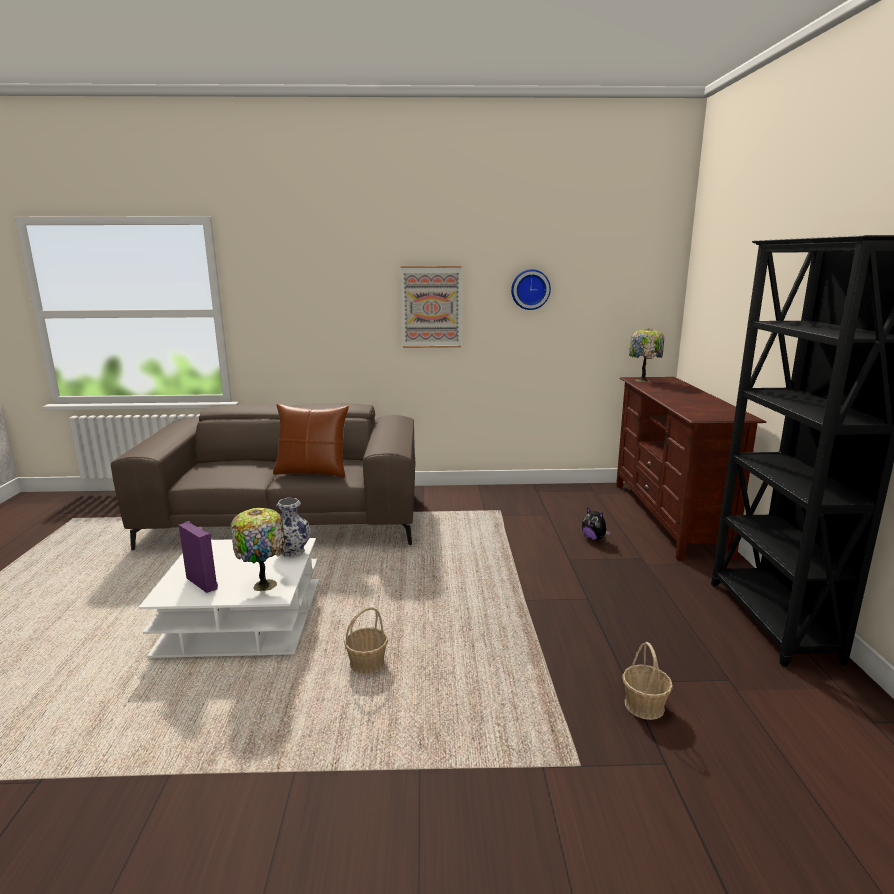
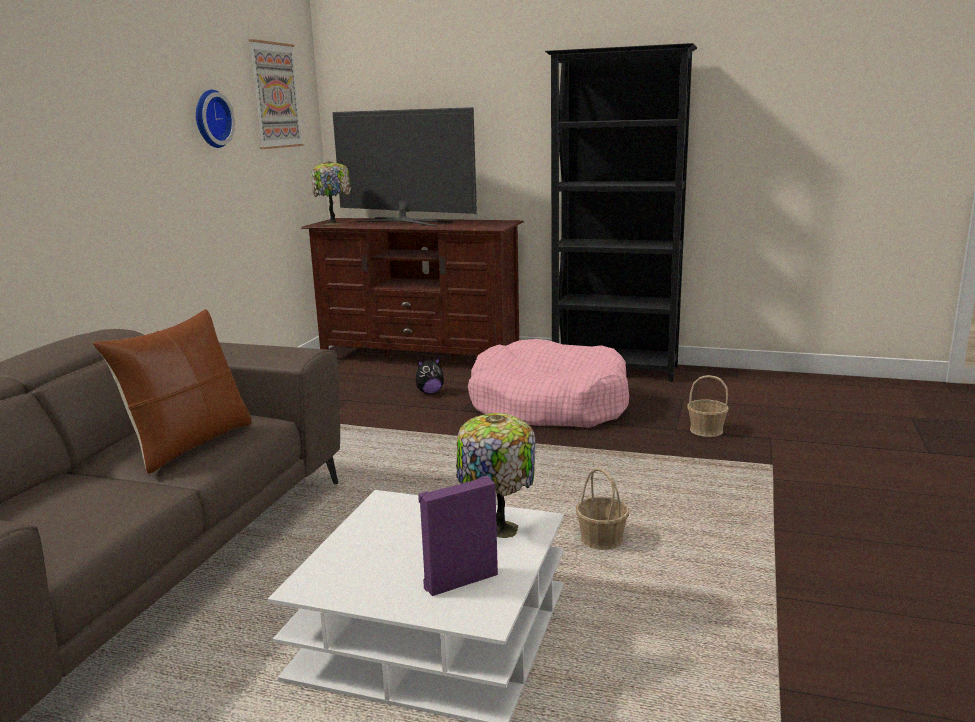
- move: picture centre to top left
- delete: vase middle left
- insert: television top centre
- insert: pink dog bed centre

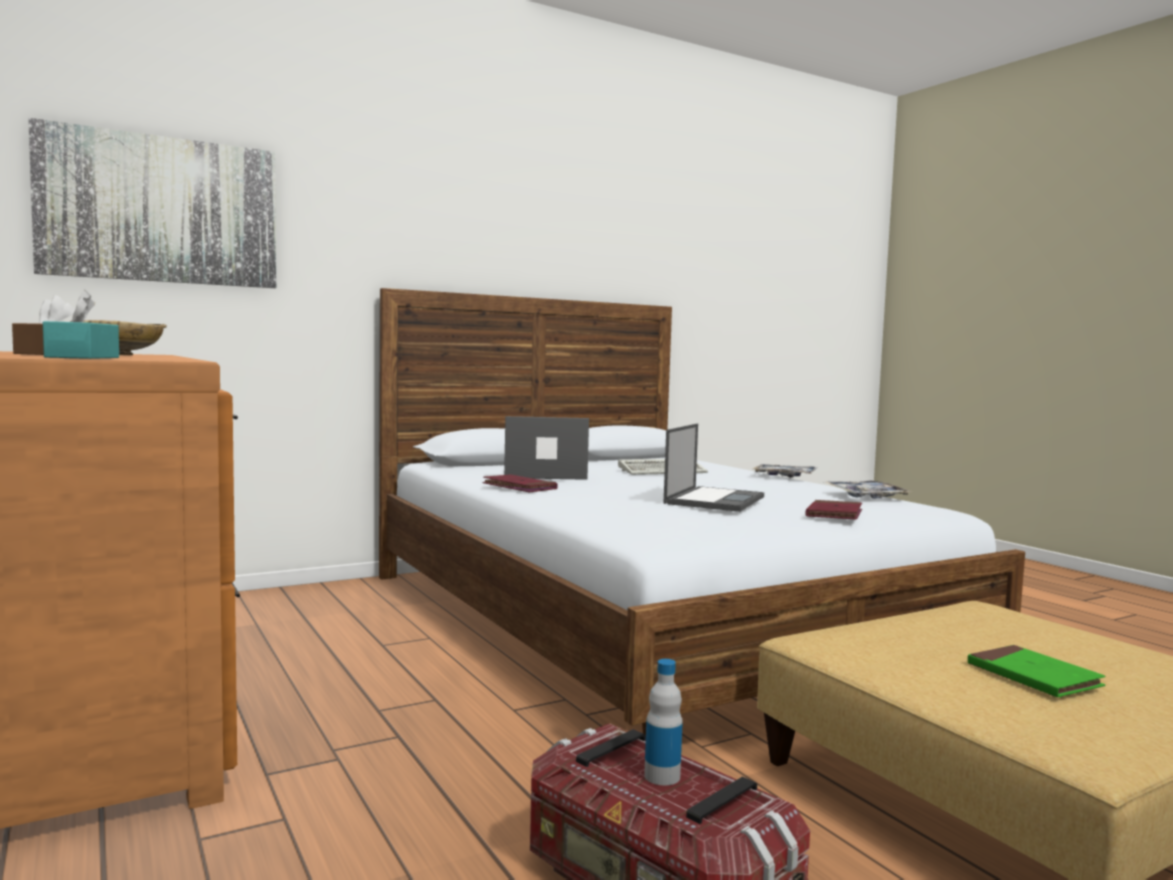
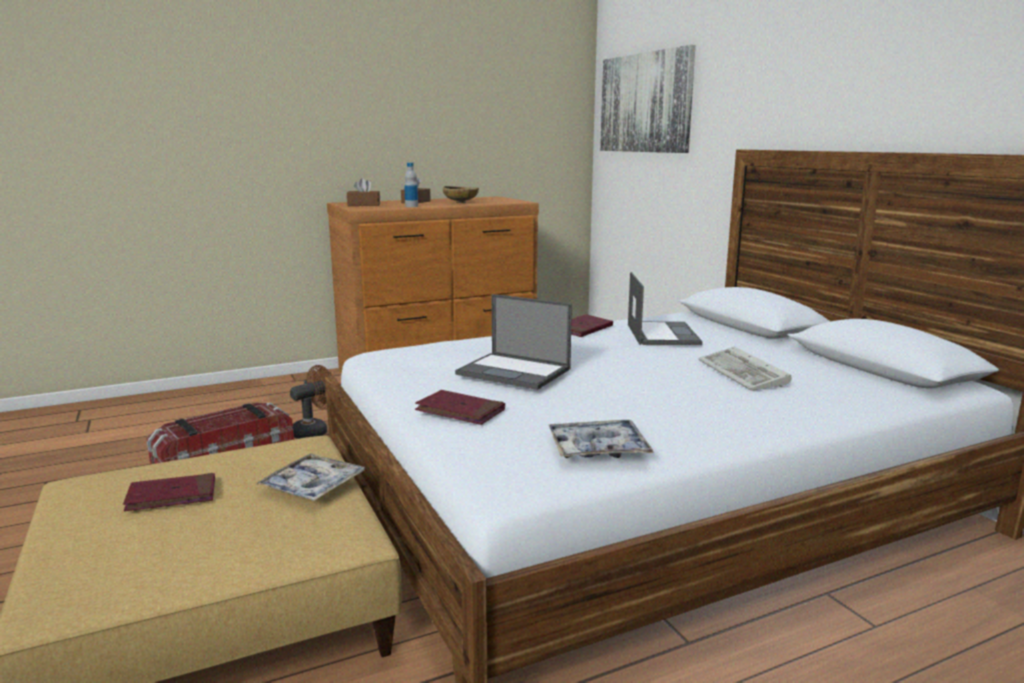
- recolor: turquoise tissue box middle left to brown tissue box (1st from left) top centre
- move: tray (1st from left) middle right to bottom left
- recolor: green book bottom right to red book (1st from left) bottom left
- move: bottle bottom centre to top centre
- insert: brown fan middle left

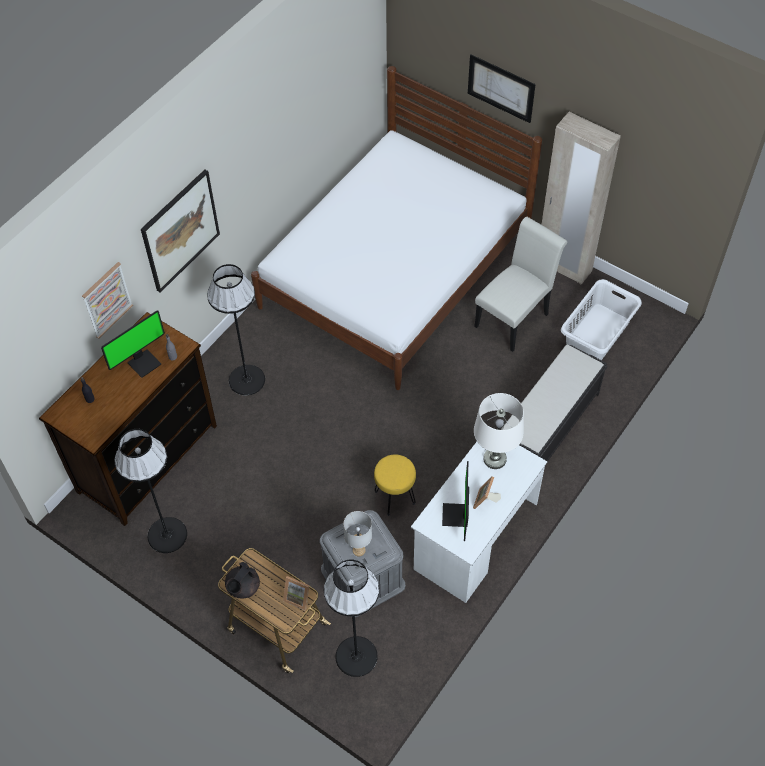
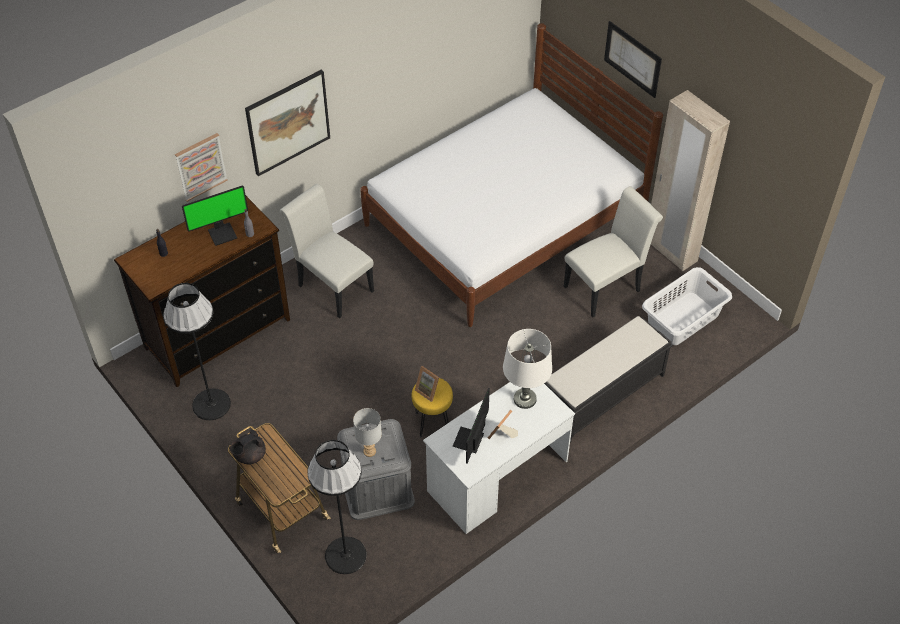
- replace: black floor lamp (2nd from left) middle left to white chair (1st from left) centre
- move: picture frame (1st from left) bottom centre to centre

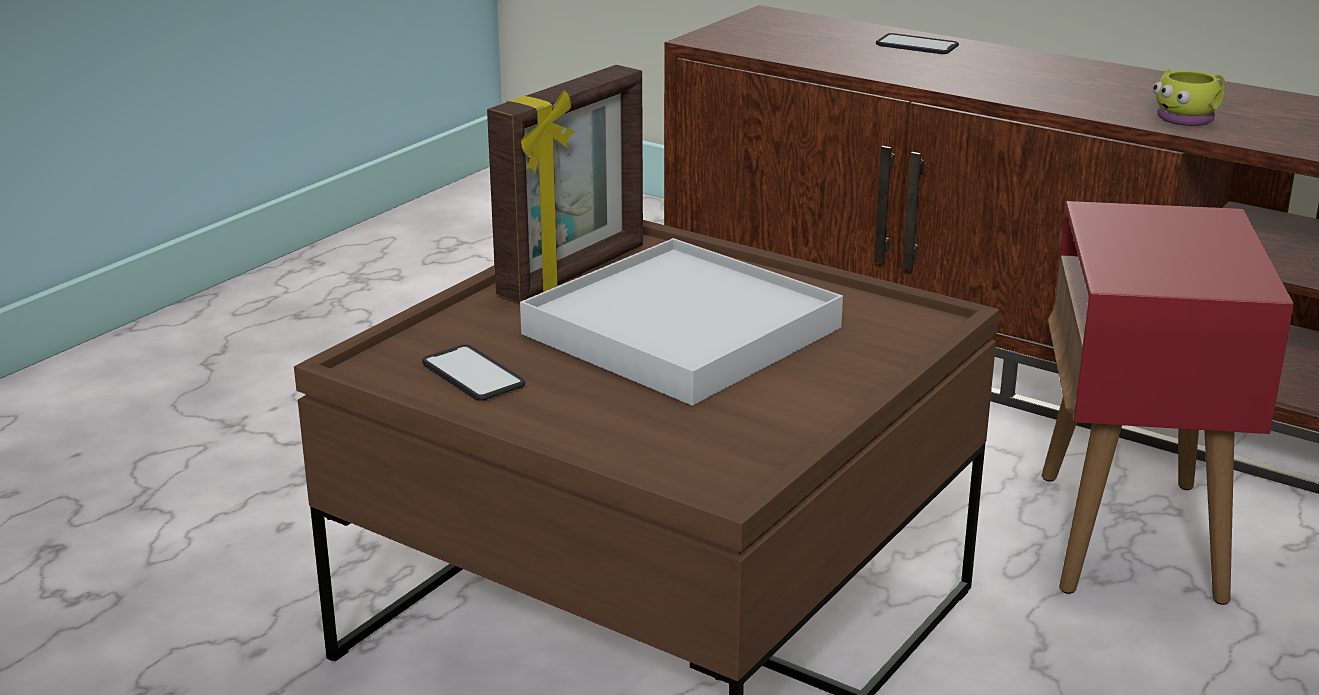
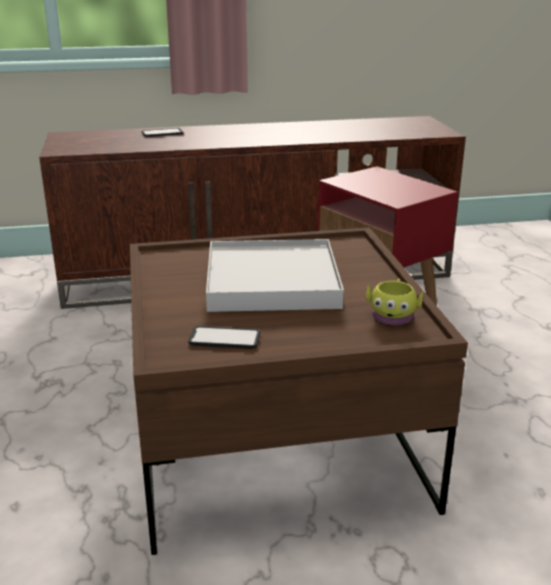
- delete: picture frame top centre
- move: yellow mug top right to middle right

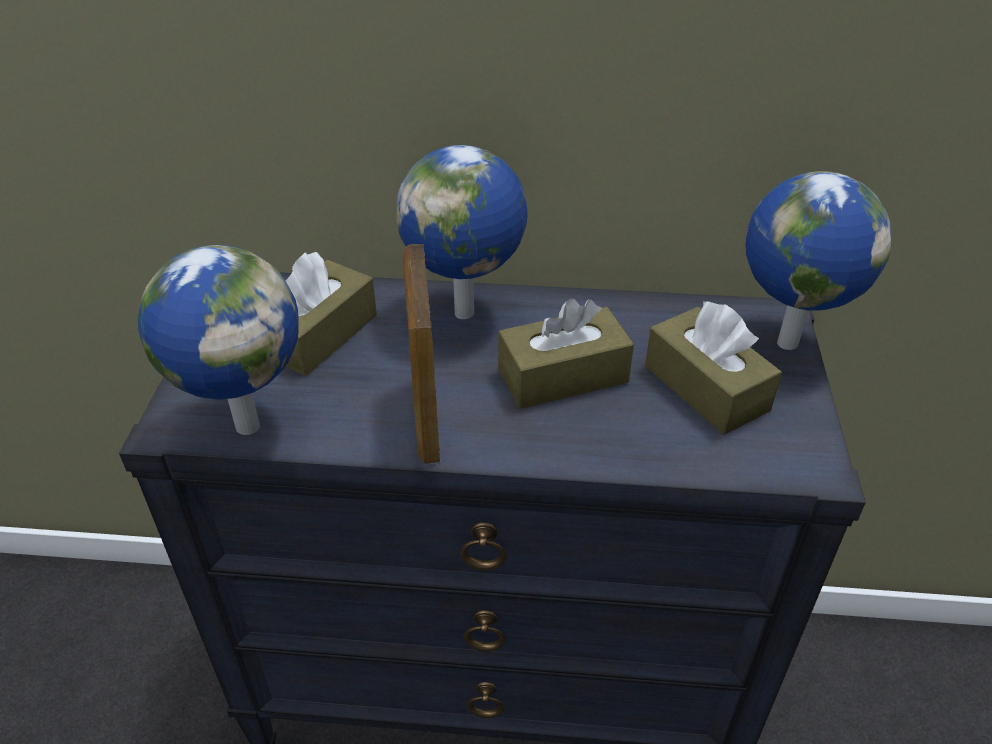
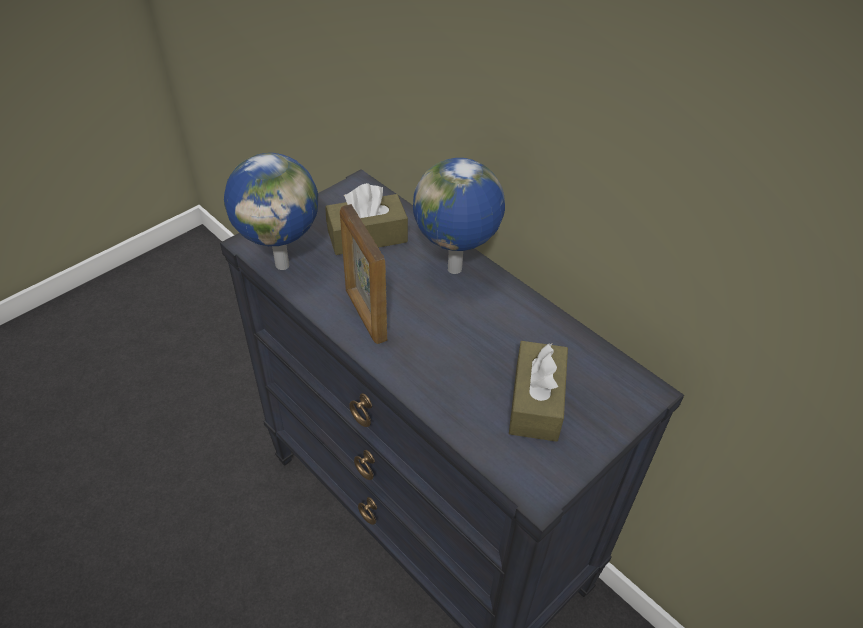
- delete: globe (3rd from left) middle right
- rotate: picture frame centre = centre 60 degrees counterclockwise
- delete: brown tissue box (2nd from left) centre

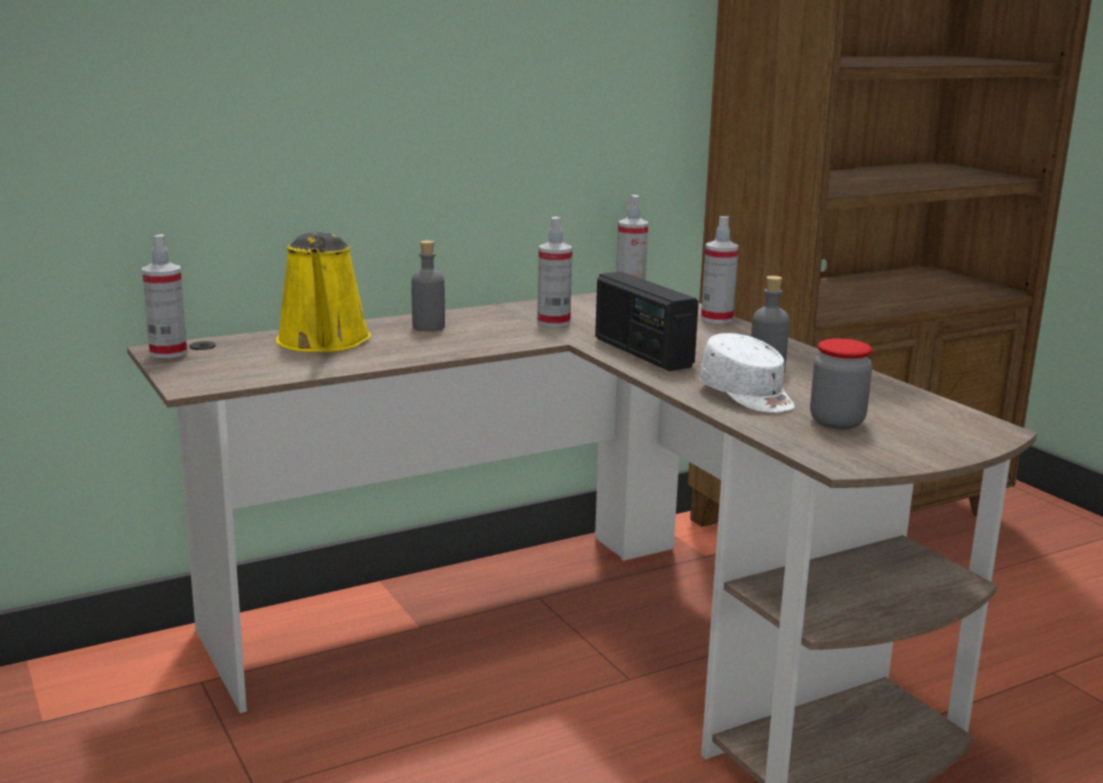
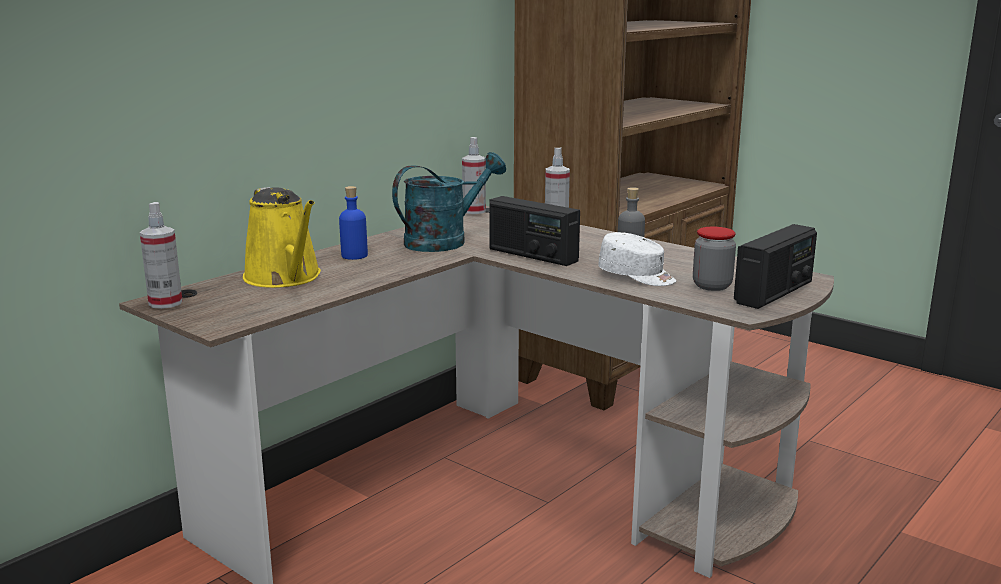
- replace: spray bottle (2nd from left) centre to turquoise watering can centre
- recolor: grey bottle (1st from left) centre to blue bottle centre
- insert: radio (2nd from left) middle right

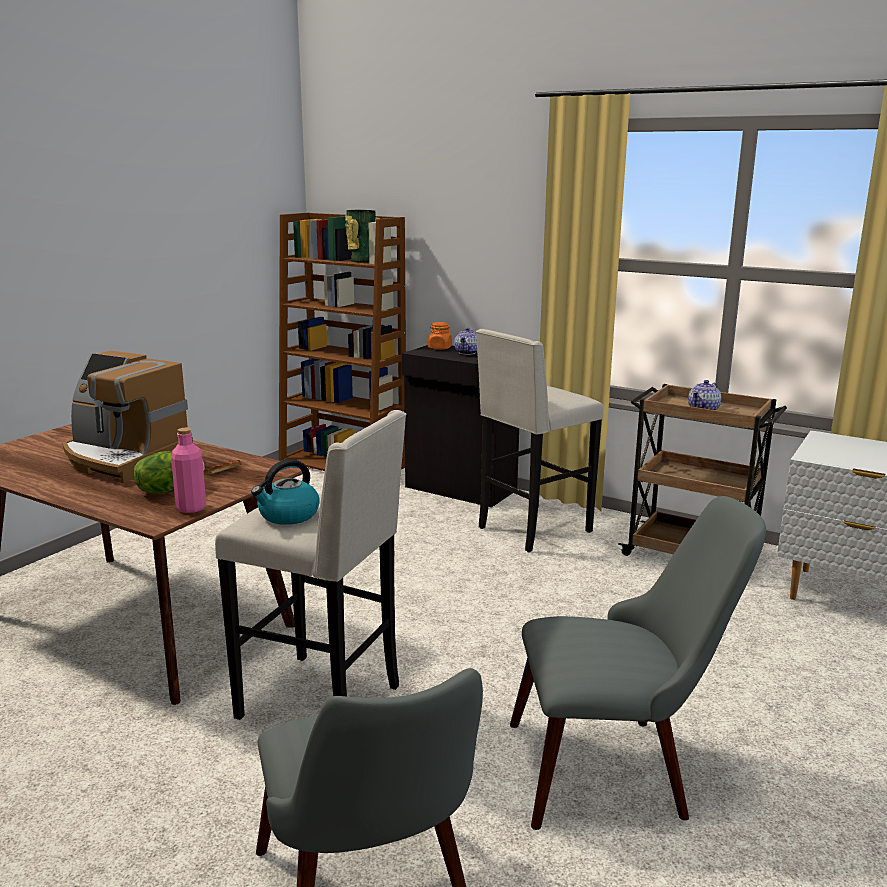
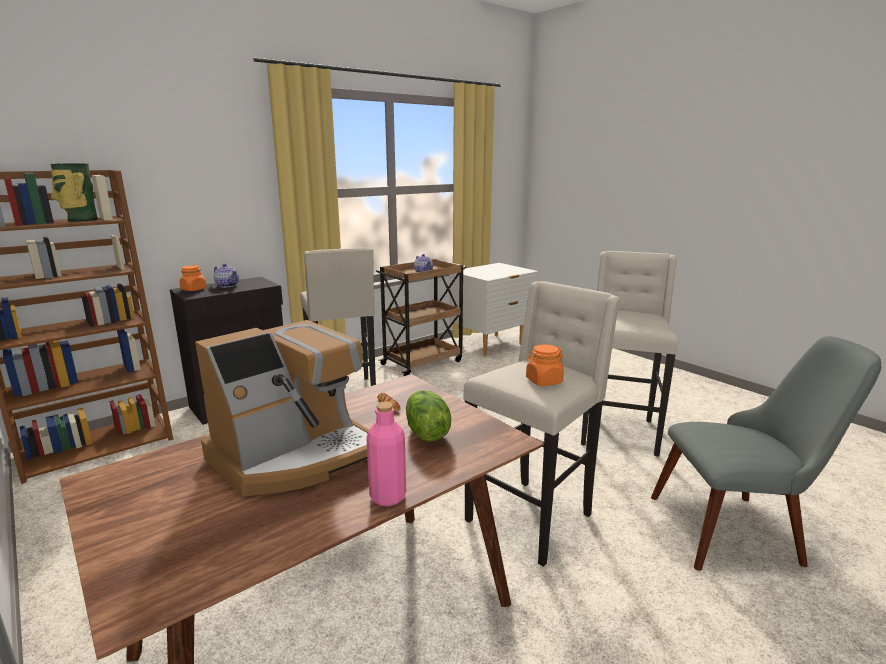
- move: pink bottle middle left to bottom centre
- replace: kettle middle left to orange jar (2nd from left) centre
- replace: grey chair (2nd from left) bottom right to beige stool (3rd from left) middle right

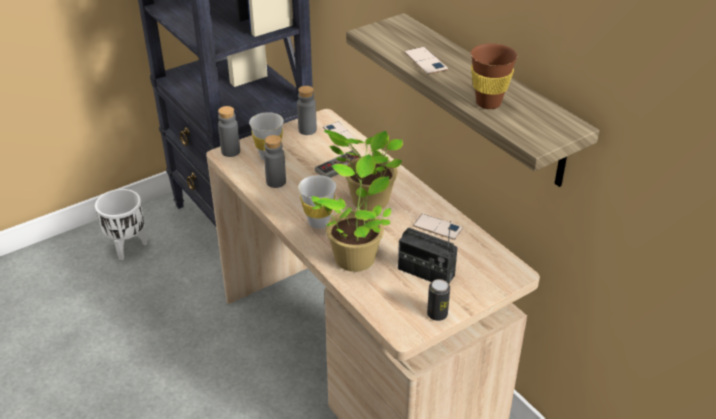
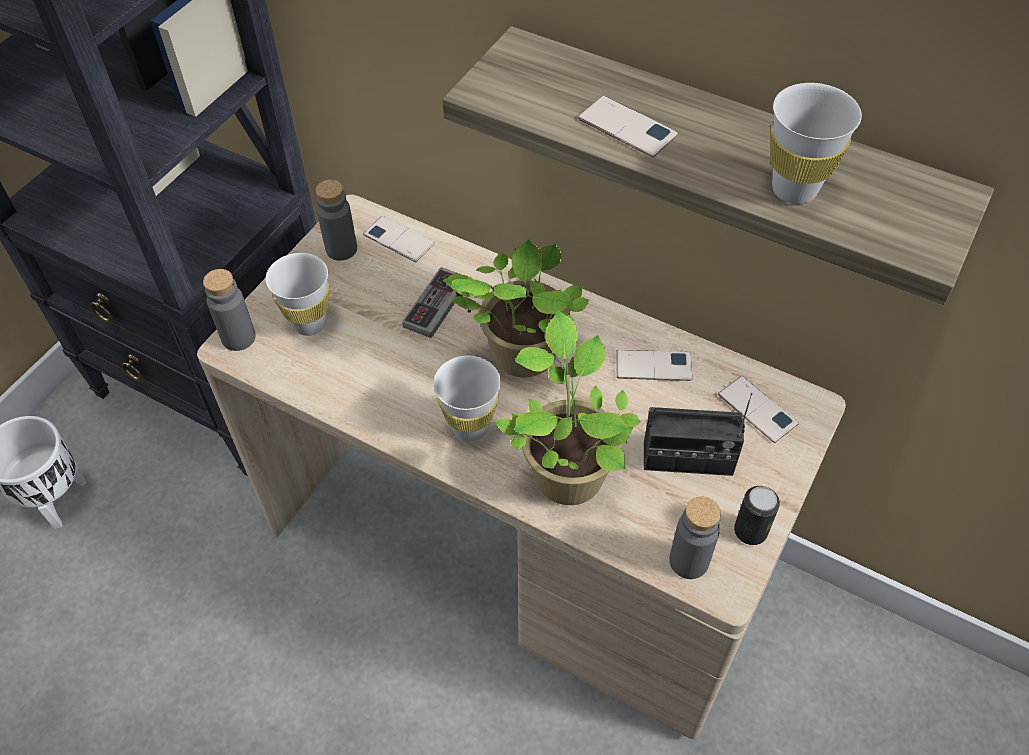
- recolor: brown cup top right to white cup (3rd from left) top right
- move: grey bottle (2nd from left in the first image) centre to grey bottle (3rd from left) bottom right
- insert: phone (4th from left) middle right

